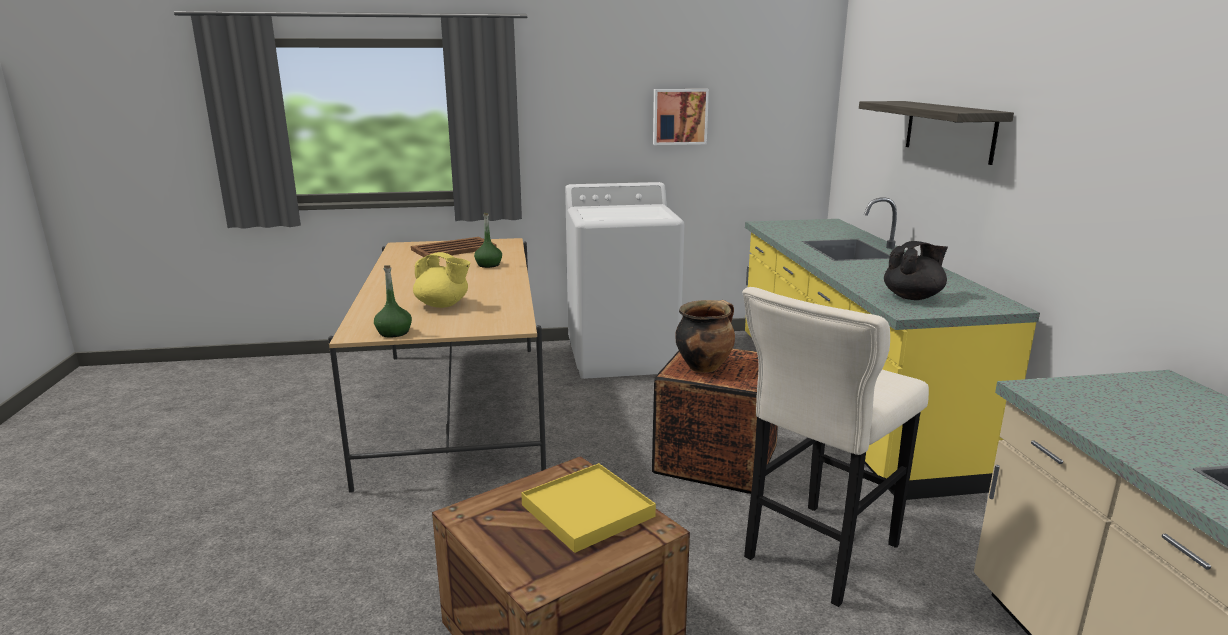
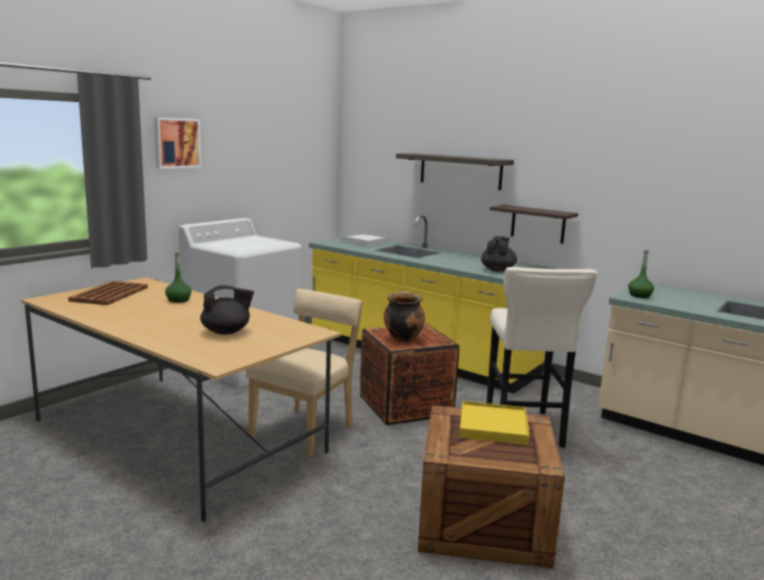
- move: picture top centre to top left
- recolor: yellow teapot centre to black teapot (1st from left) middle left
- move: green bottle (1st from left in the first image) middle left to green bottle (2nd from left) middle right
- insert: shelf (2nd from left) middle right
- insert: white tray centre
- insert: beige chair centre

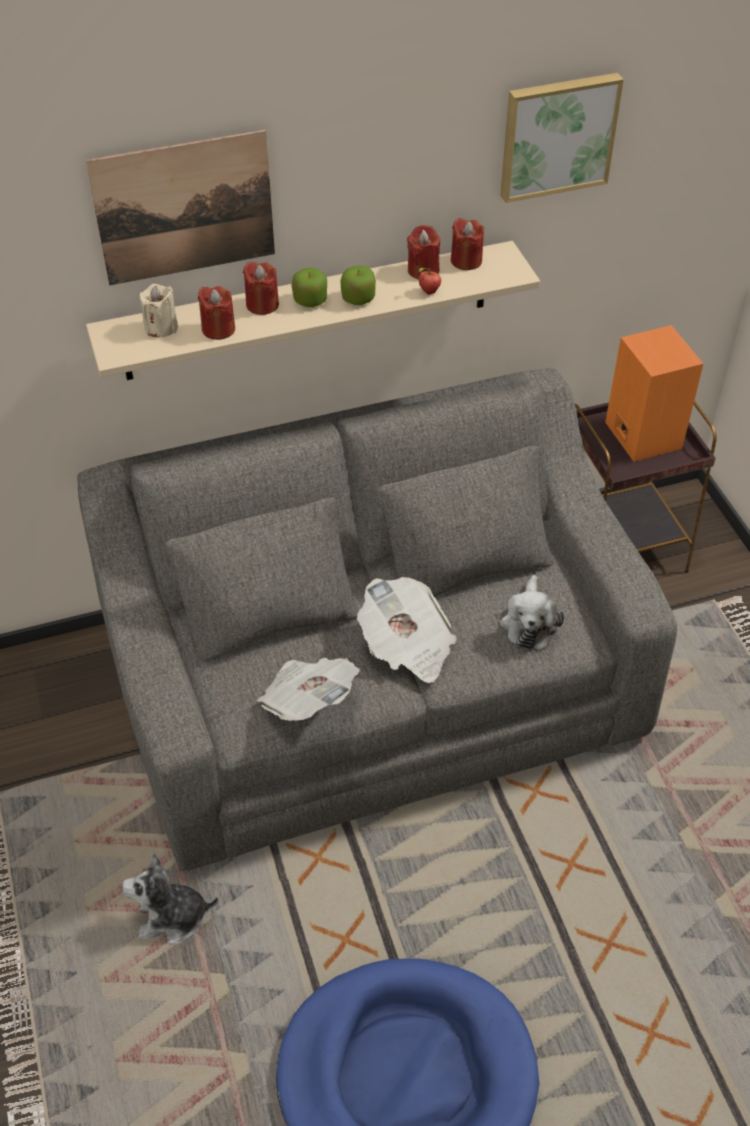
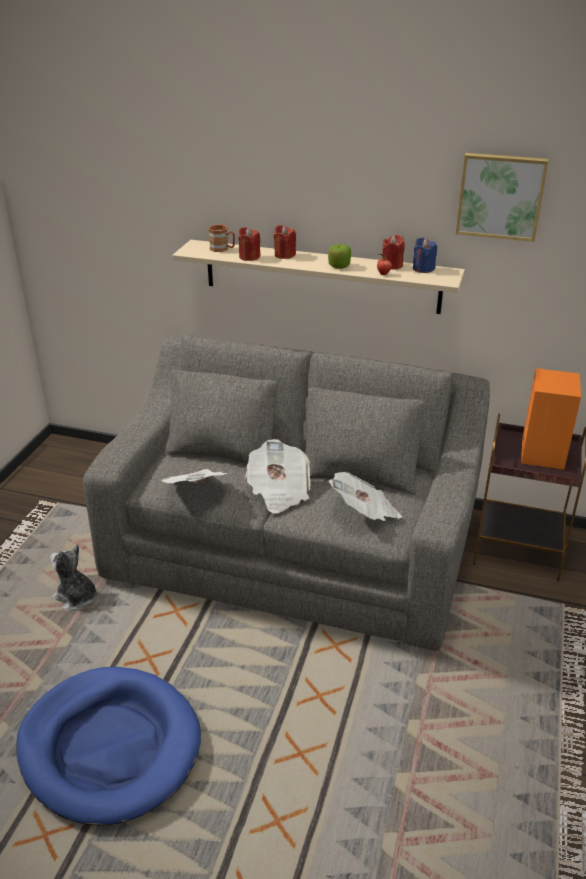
- delete: picture (1st from left) top left
- recolor: red candle (4th from left) top centre to blue candle top right
- delete: apple (1st from left) top centre
- replace: beige candle top left to brown mug top centre
- replace: plush toy (2nd from left) middle right to newspaper (3rd from left) centre

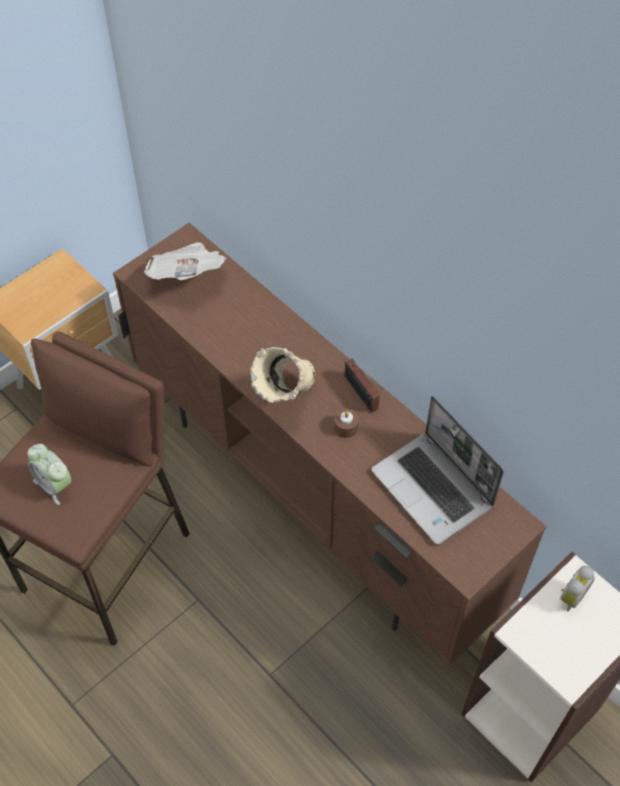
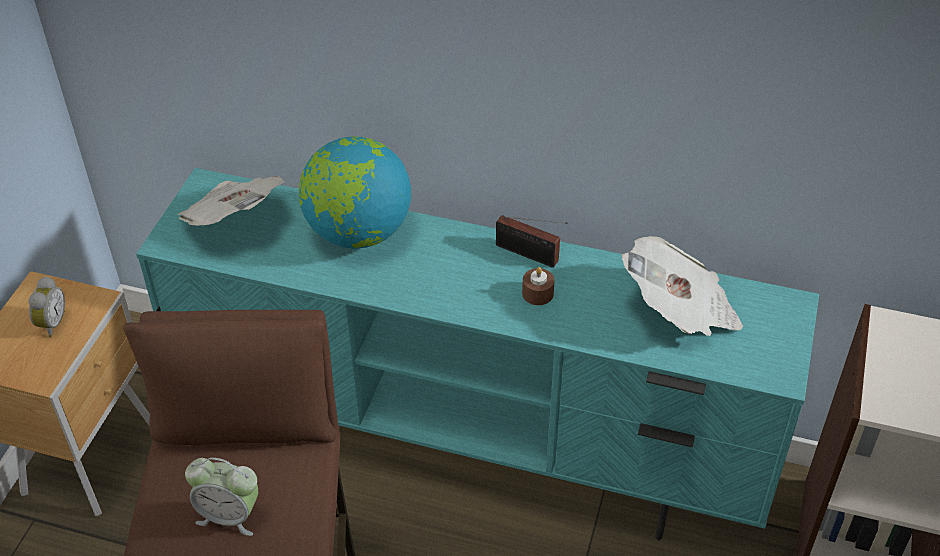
- recolor: brown tv stand centre to turquoise tv stand centre
- delete: beige vase centre
- replace: laptop middle right to newspaper (2nd from left) middle right
- move: alarm clock (2nd from left in the first image) bottom right to alarm clock (1st from left) middle left
- insert: globe centre

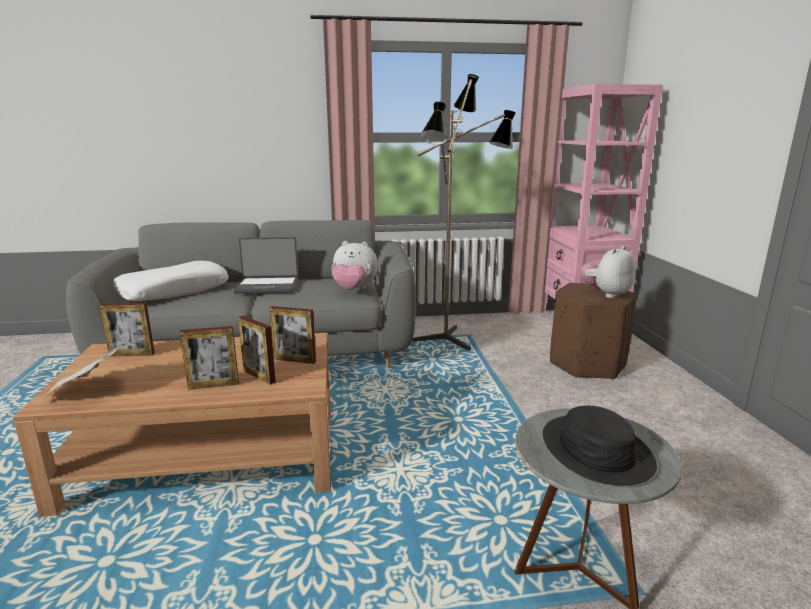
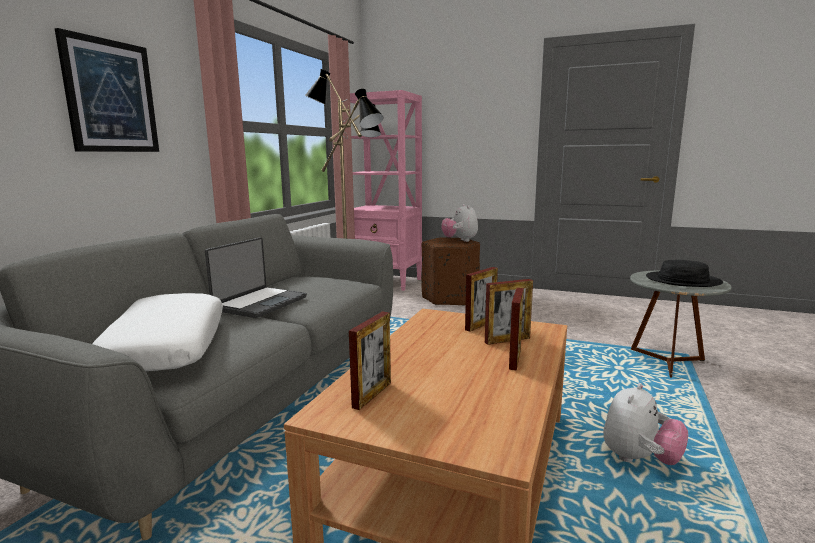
- move: plush toy (1st from left in the first image) centre to plush toy (2nd from left) bottom right
- delete: newspaper middle left
- insert: picture top left

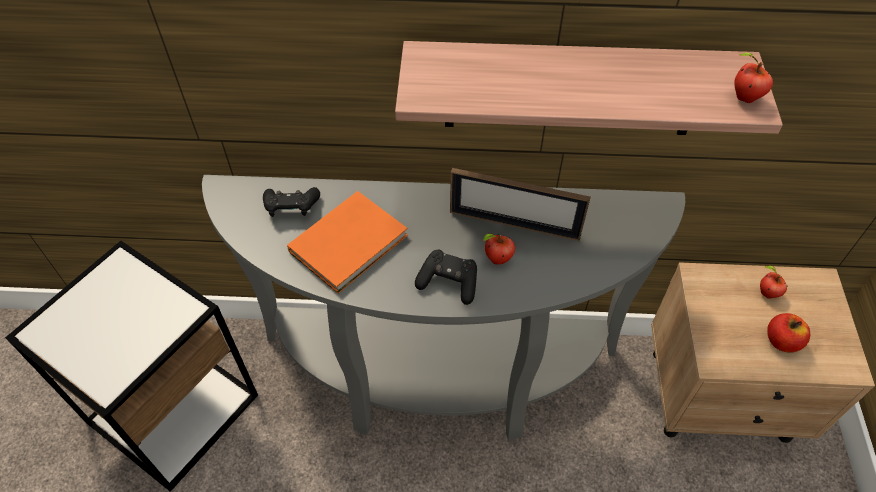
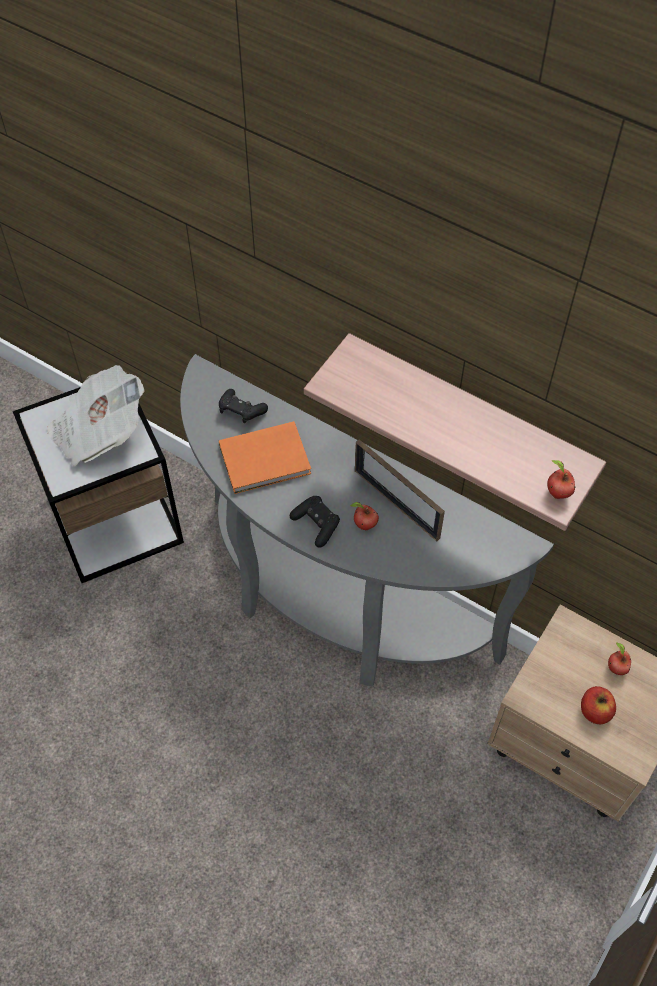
- insert: newspaper middle left

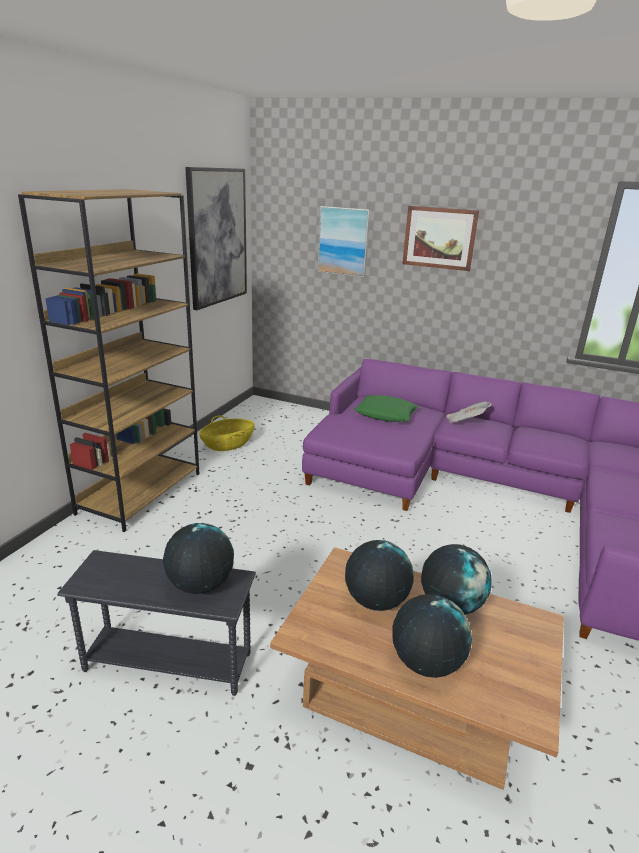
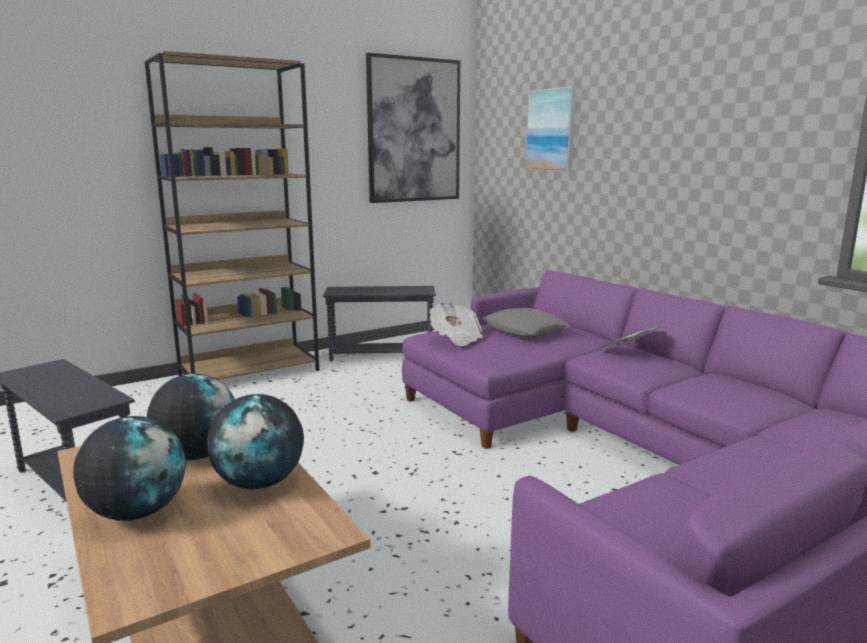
- delete: picture (3rd from left) top right
- recolor: green pillow centre to grey pillow centre
- replace: basket centre to grey side table (2nd from left) centre
- delete: globe (1st from left) middle left
- insert: newspaper (1st from left) centre

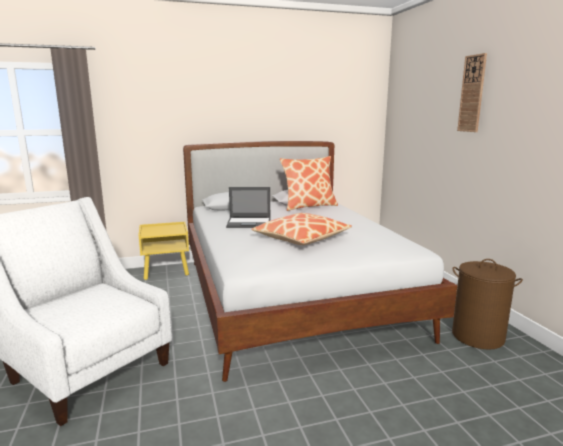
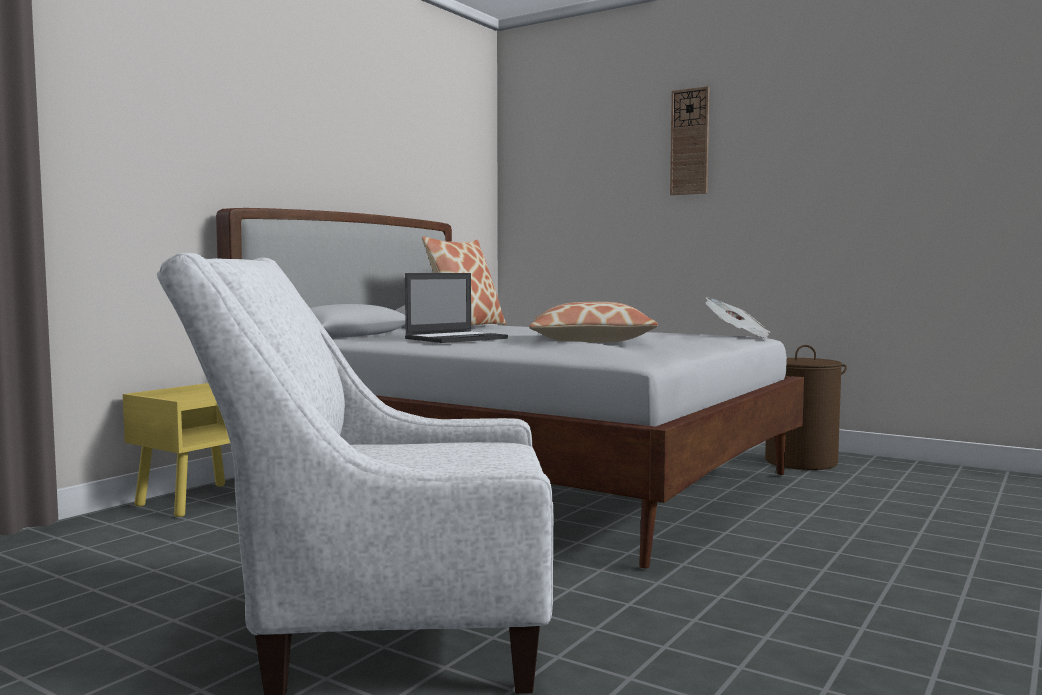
- insert: newspaper middle right

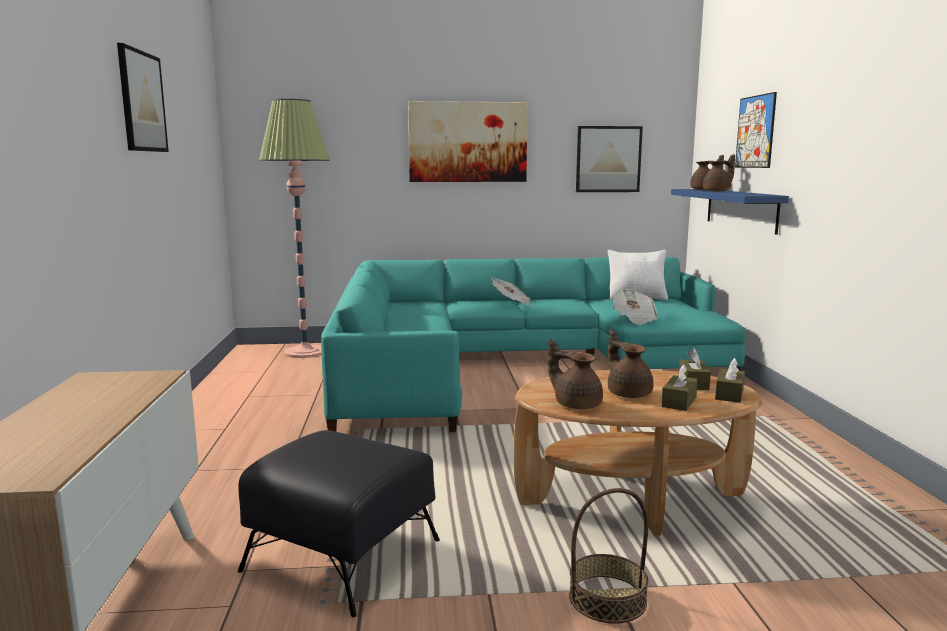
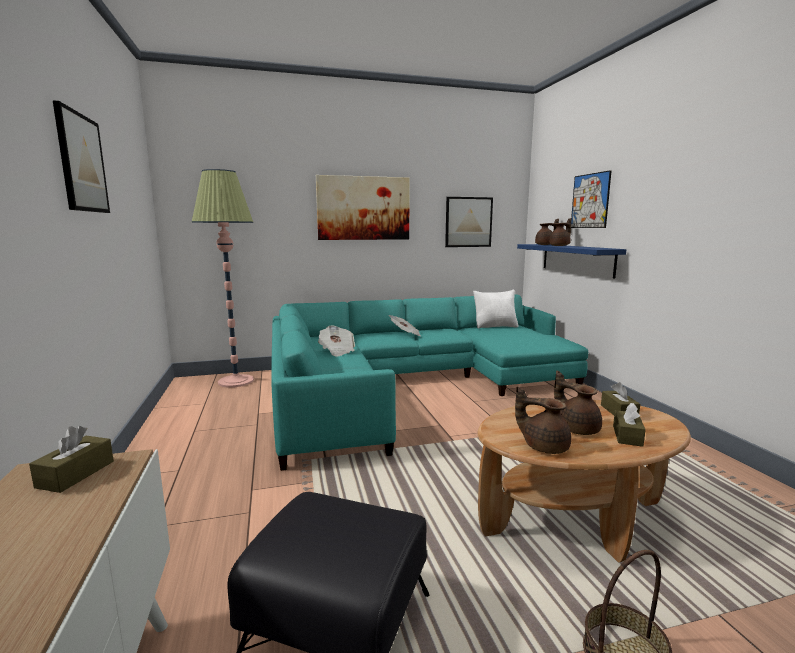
- move: newspaper (2nd from left in the first image) middle right to newspaper (1st from left) centre
- move: brown tissue box (3rd from left in the first image) middle right to brown tissue box (1st from left) bottom left

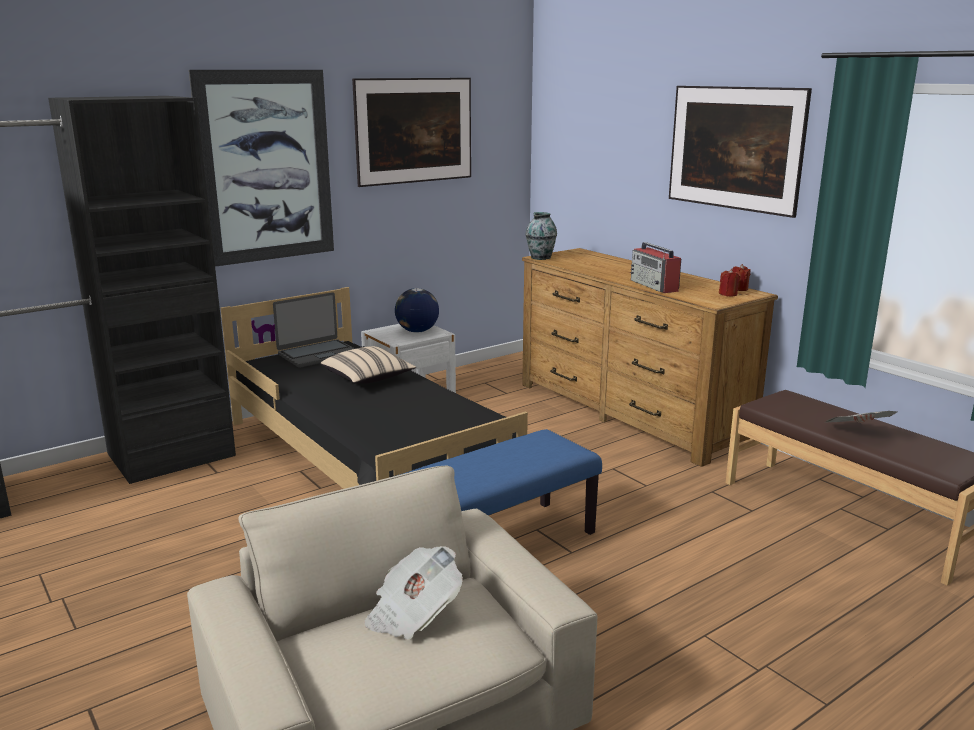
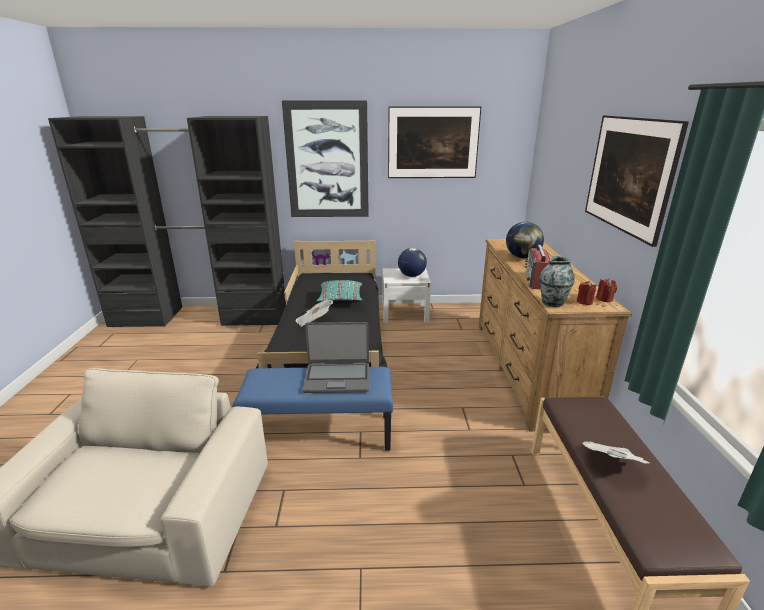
- move: vase top centre to middle right
- move: laptop middle left to centre
- recolor: beige pillow centre to turquoise pillow centre
- move: newspaper (1st from left) bottom centre to centre
- insert: globe (2nd from left) middle right

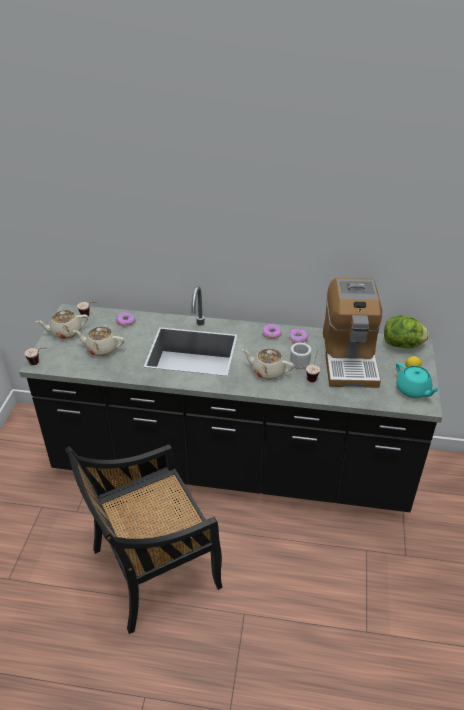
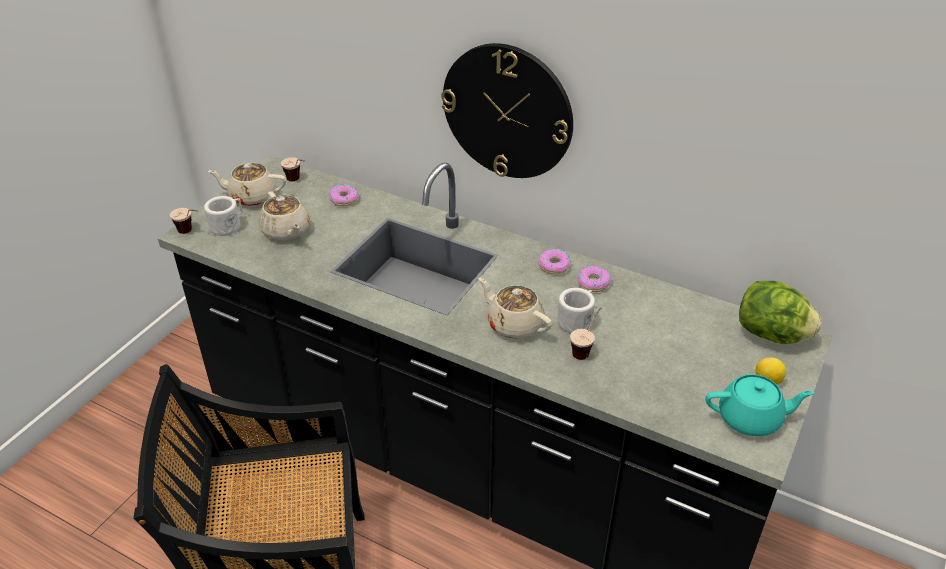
- delete: coffee machine middle right
- rotate: beige teapot (2nd from left) middle left = middle left 150 degrees counterclockwise
- rotate: turquoise teapot middle right = bottom right 75 degrees counterclockwise
- insert: wall clock top centre
- insert: white mug (1st from left) middle left

